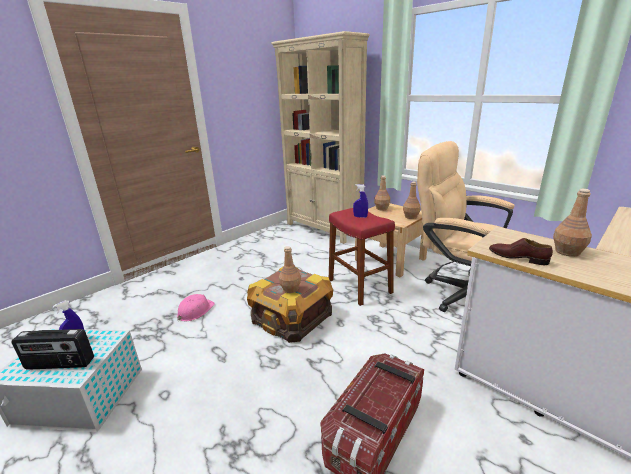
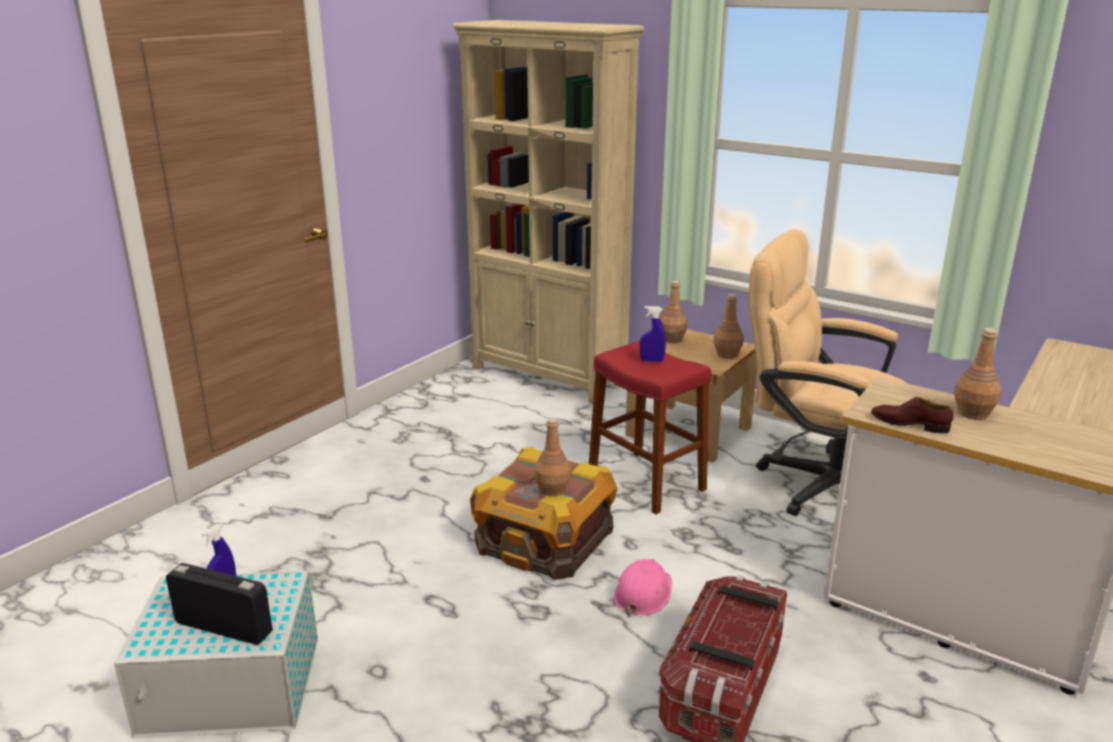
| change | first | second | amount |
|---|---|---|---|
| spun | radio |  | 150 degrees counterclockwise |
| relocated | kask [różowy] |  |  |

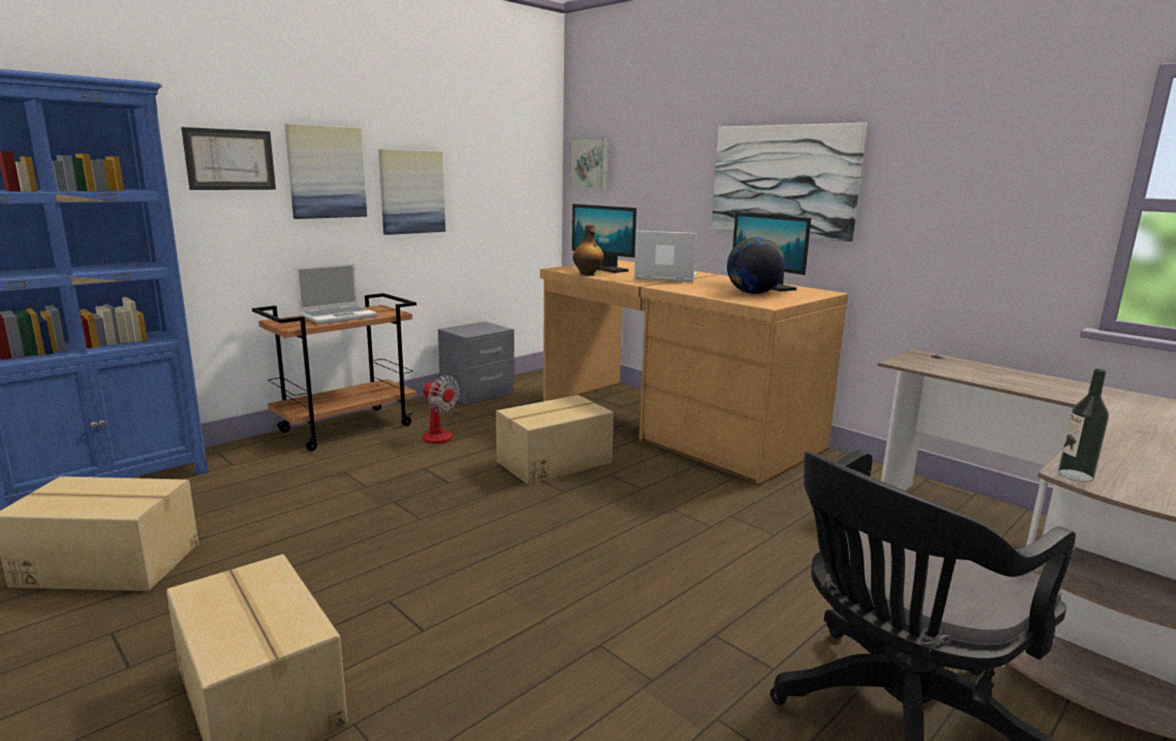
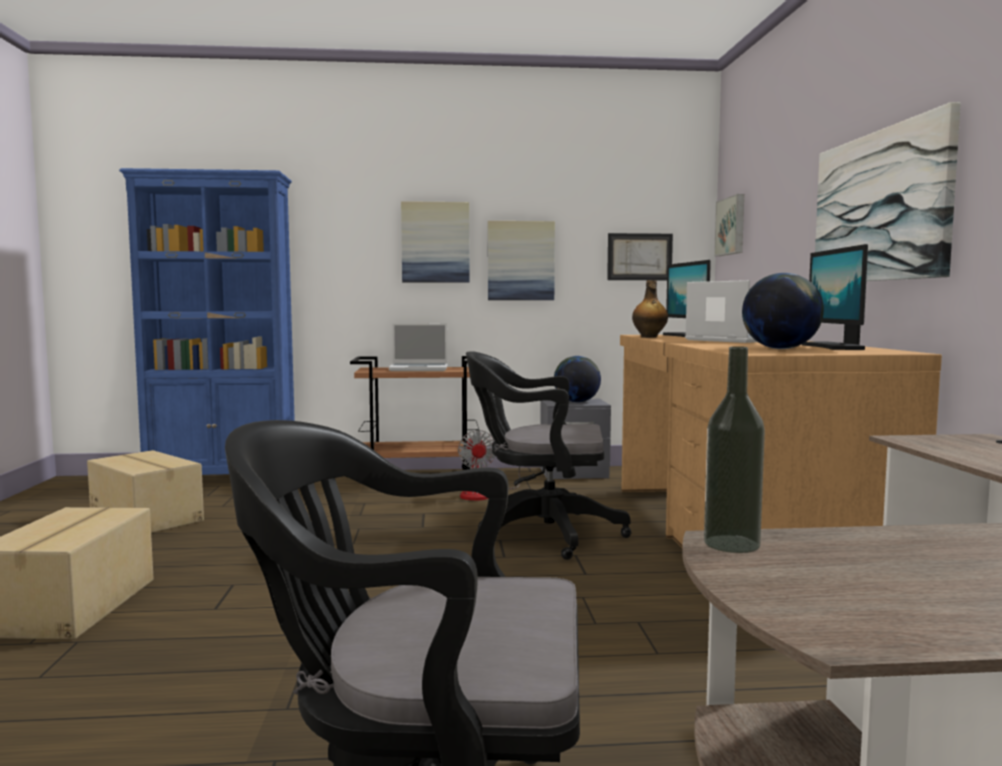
| change | first | second | amount |
|---|---|---|---|
| relocated | obraz (no. 1 from left in the first image) | obraz (no. 3 from left) |  |
| exchanged | karton (no. 3 from left) | krzesło biurowe [czarny] (no. 2 from left) |  |
| appeared |  | globus (no. 1 from left) |  |

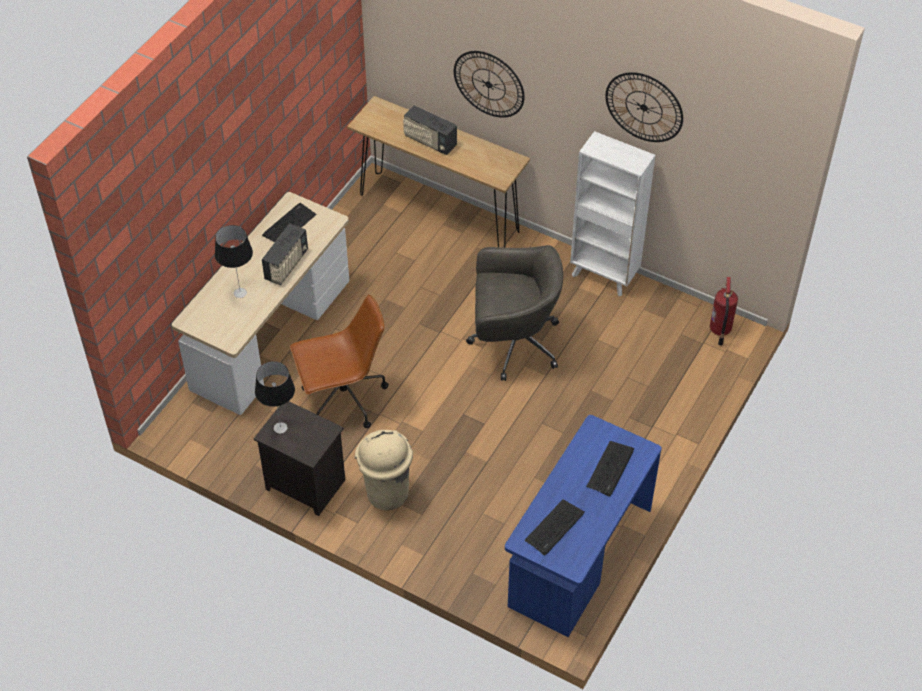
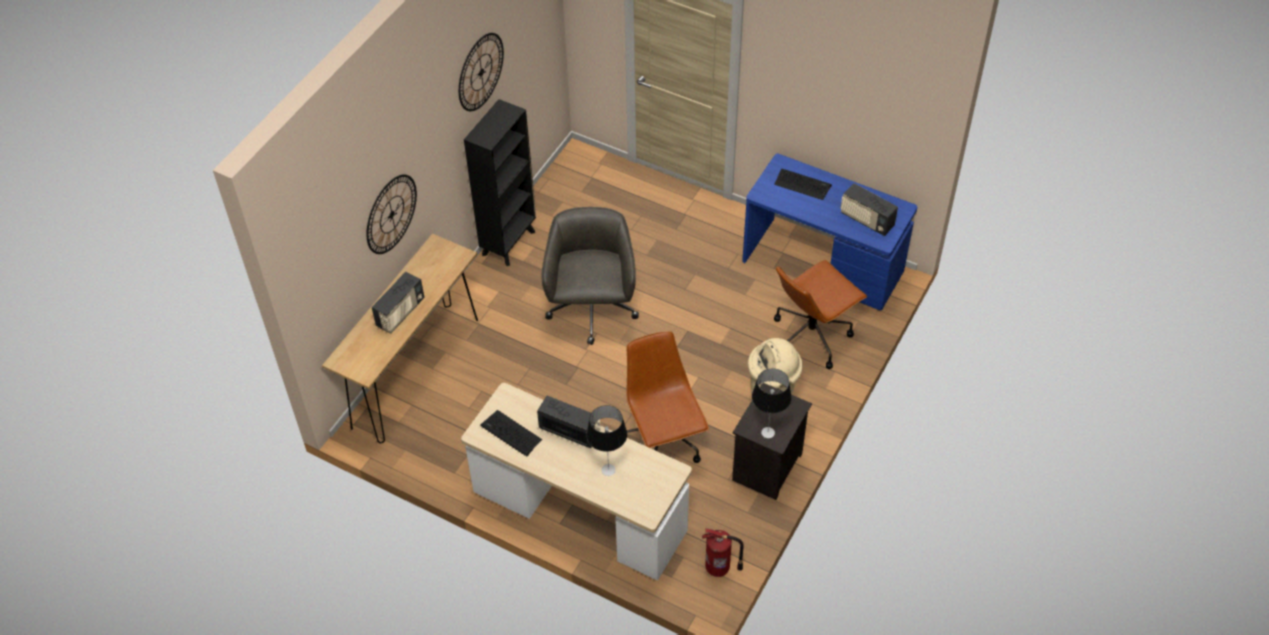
| change | first | second | amount |
|---|---|---|---|
| exchanged | klawiatura (no. 2 from left) | radio (no. 3 from left) |  |
| colour | regał [biały] | regał [czarny] |  |
| relocated | gaśnica |  |  |
| appeared |  | krzesło biurowe [brązowy] (no. 2 from left) |  |

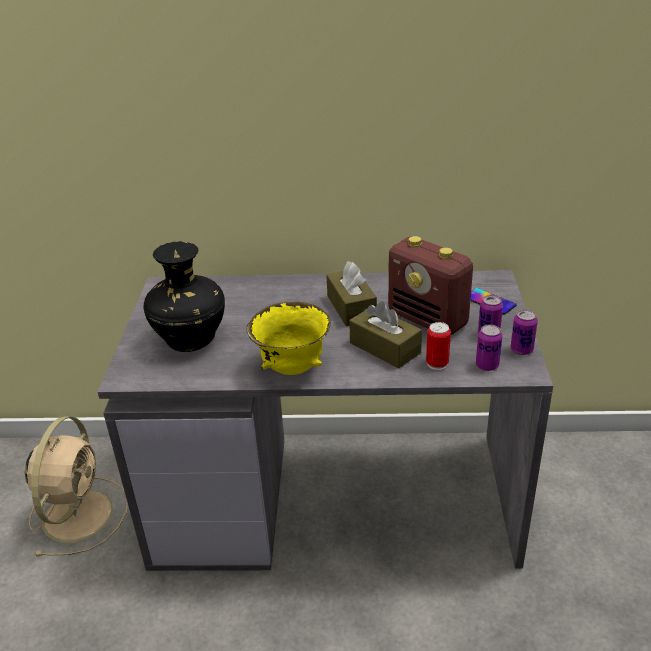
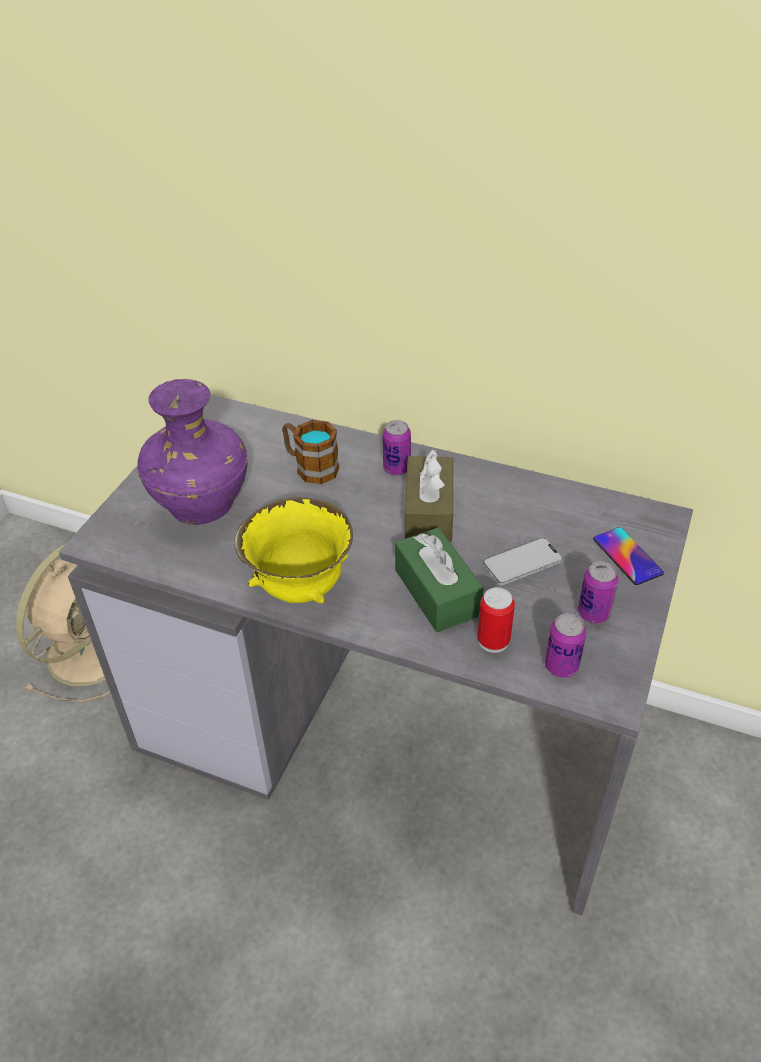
| change | first | second | amount |
|---|---|---|---|
| colour | wazon [czarny] | wazon [fioletowy] |  |
| colour | pudełko chusteczek [brązowy] (no. 2 from left) | pudełko chusteczek [zielony] |  |
| exchanged | radio | telefon (no. 1 from left) |  |
| relocated | puszka (no. 4 from left in the first image) | puszka (no. 1 from left) |  |
| appeared |  | kubek |  |

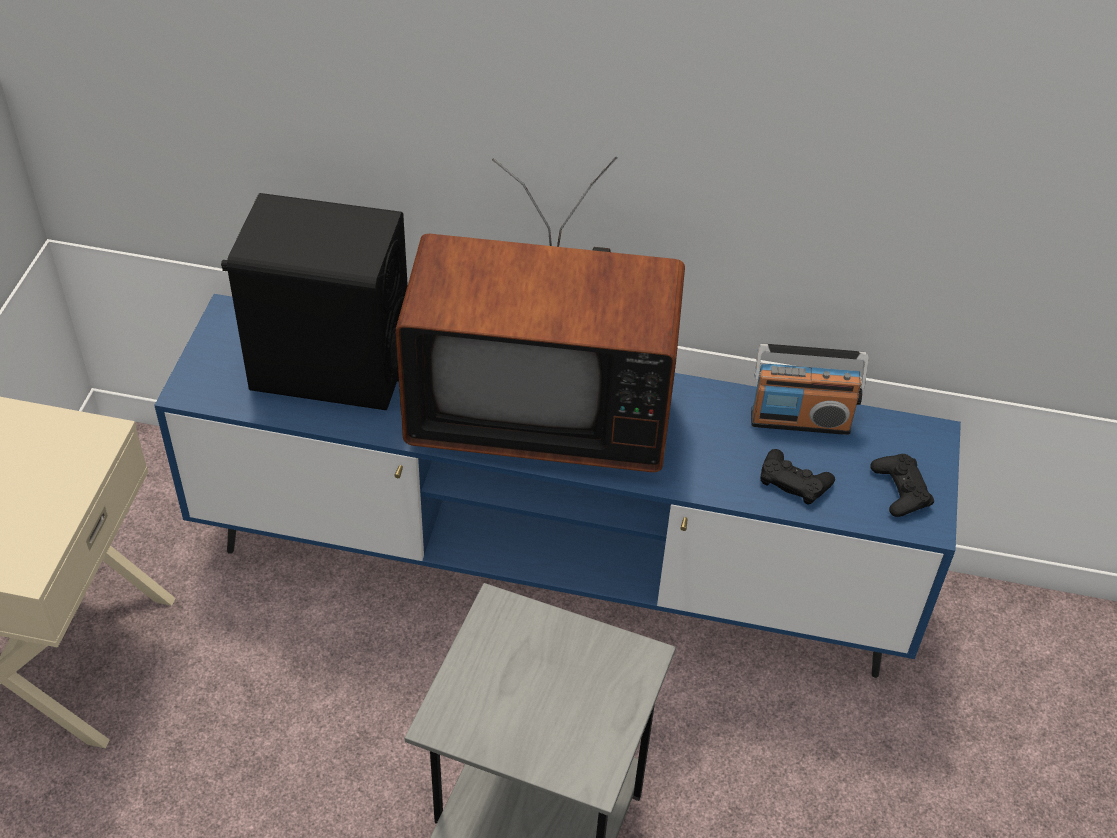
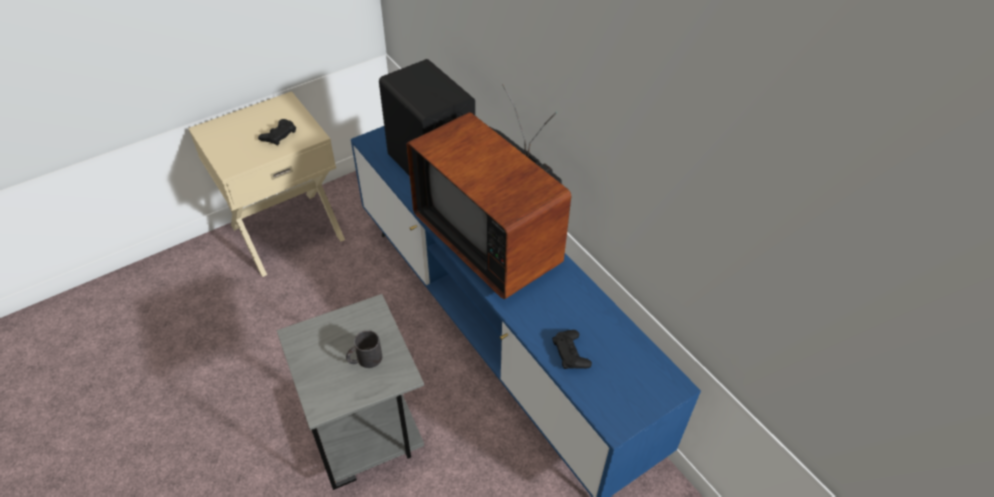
| change | first | second | amount |
|---|---|---|---|
| missing | radio |  |  |
| relocated | pad do gier [czarny] (no. 2 from left in the first image) | pad do gier [czarny] (no. 1 from left) |  |
| appeared |  | kubek [czarny] |  |

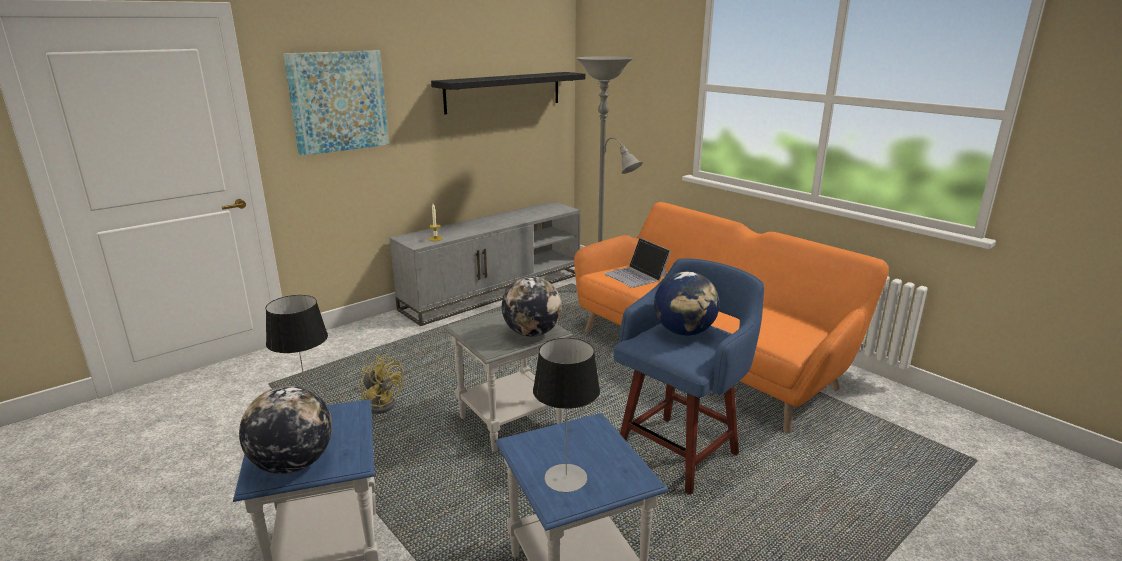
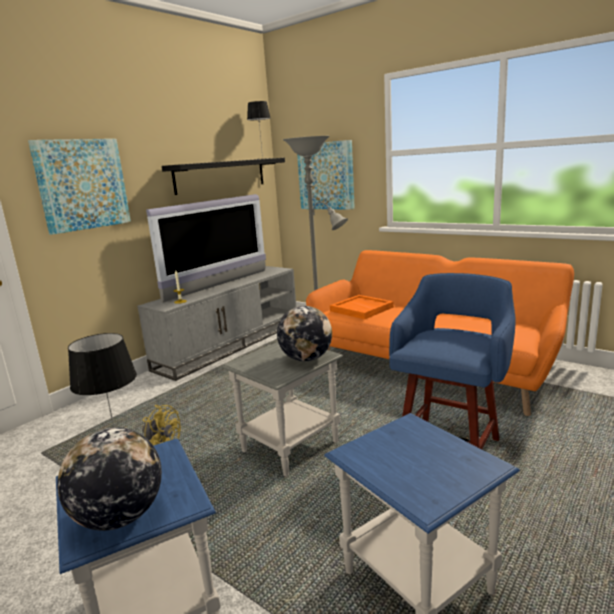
| change | first | second | amount |
|---|---|---|---|
| relocated | lampa stołowa (no. 2 from left) |  |  |
| exchanged | laptop | taca [pomarańczowy] |  |
| missing | globus (no. 3 from left) |  |  |
| appeared |  | telewizor |  |
| appeared |  | obraz (no. 2 from left) |  |

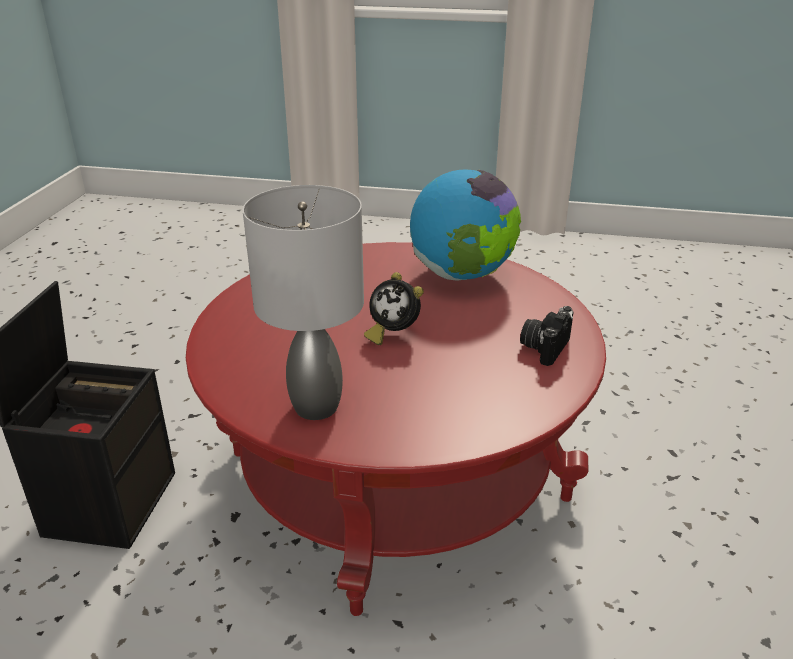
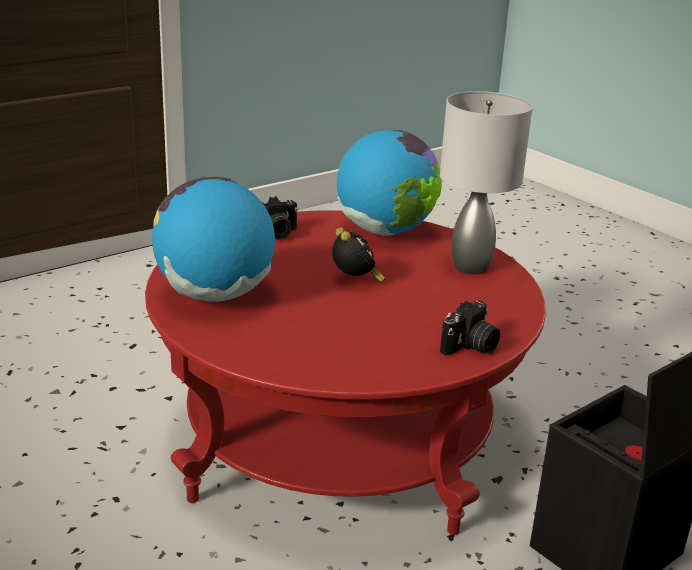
| change | first | second | amount |
|---|---|---|---|
| appeared |  | globus (no. 2 from left) |  |
| appeared |  | aparat fotograficzny (no. 2 from left) |  |

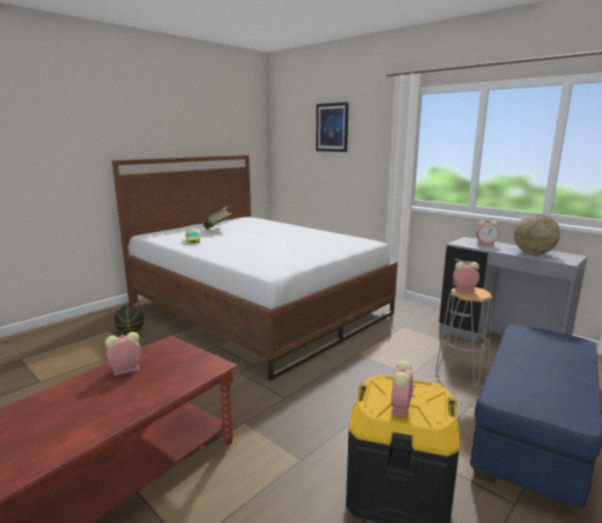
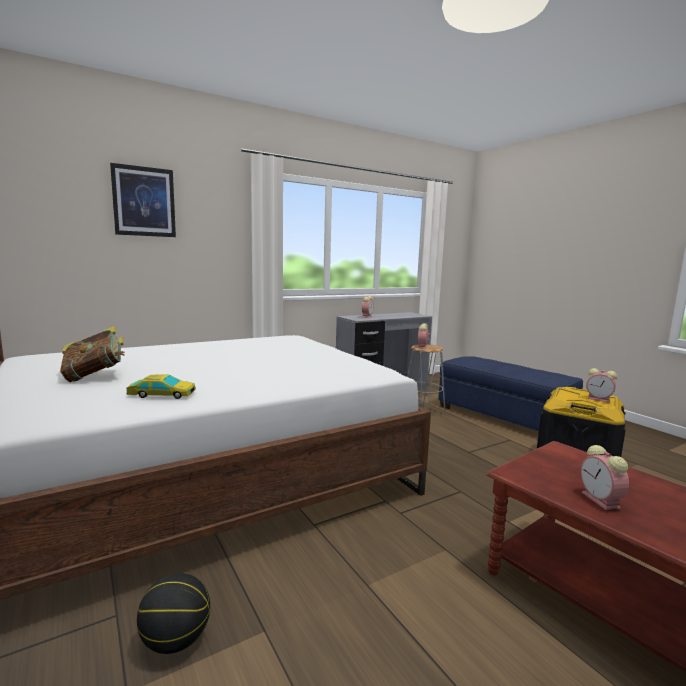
| change | first | second | amount |
|---|---|---|---|
| missing | globus |  |  |

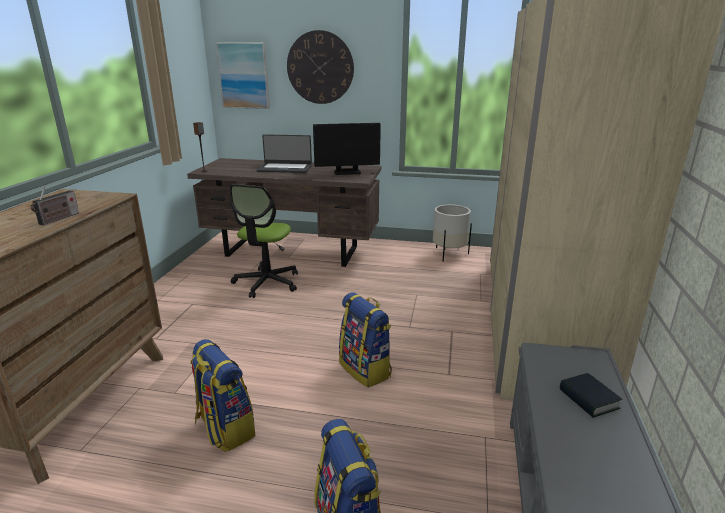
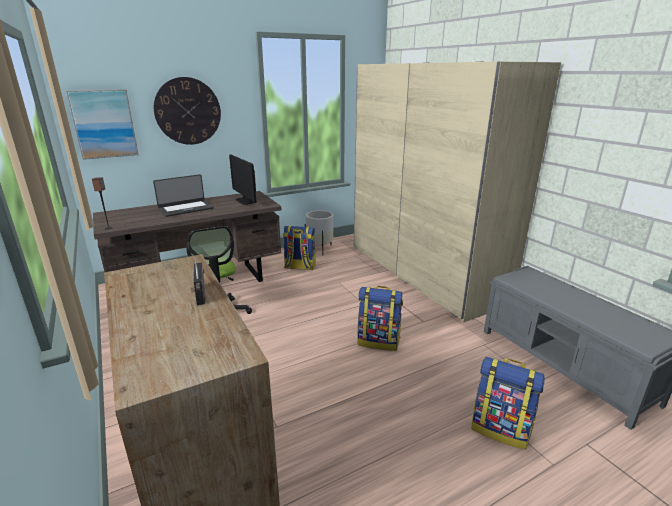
| change | first | second | amount |
|---|---|---|---|
| relocated | plecak (no. 1 from left) |  |  |
| spun | monitor |  | 105 degrees clockwise |
| missing | książka |  |  |

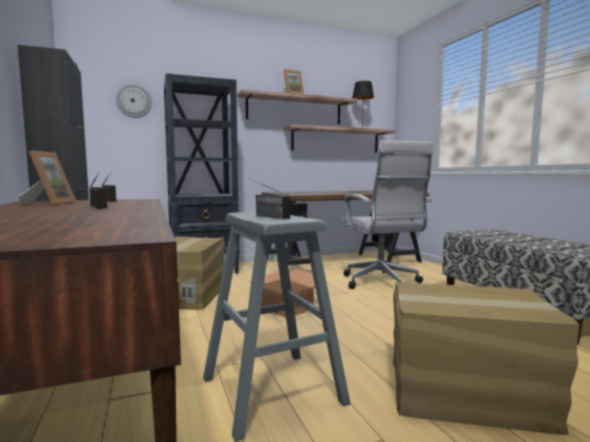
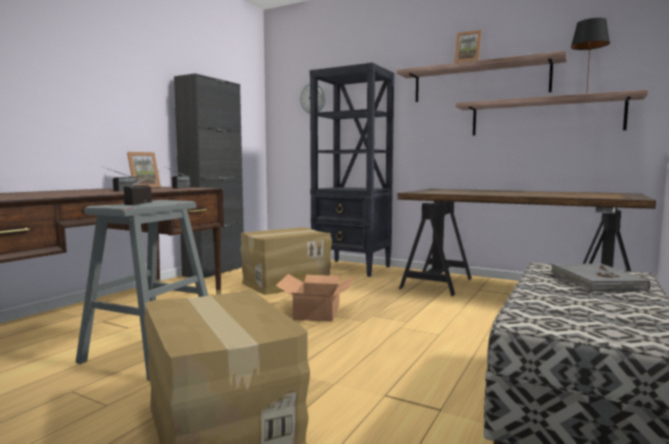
| change | first | second | amount |
|---|---|---|---|
| missing | krzesło biurowe [biały] |  |  |
| appeared |  | książka [szary] |  |

